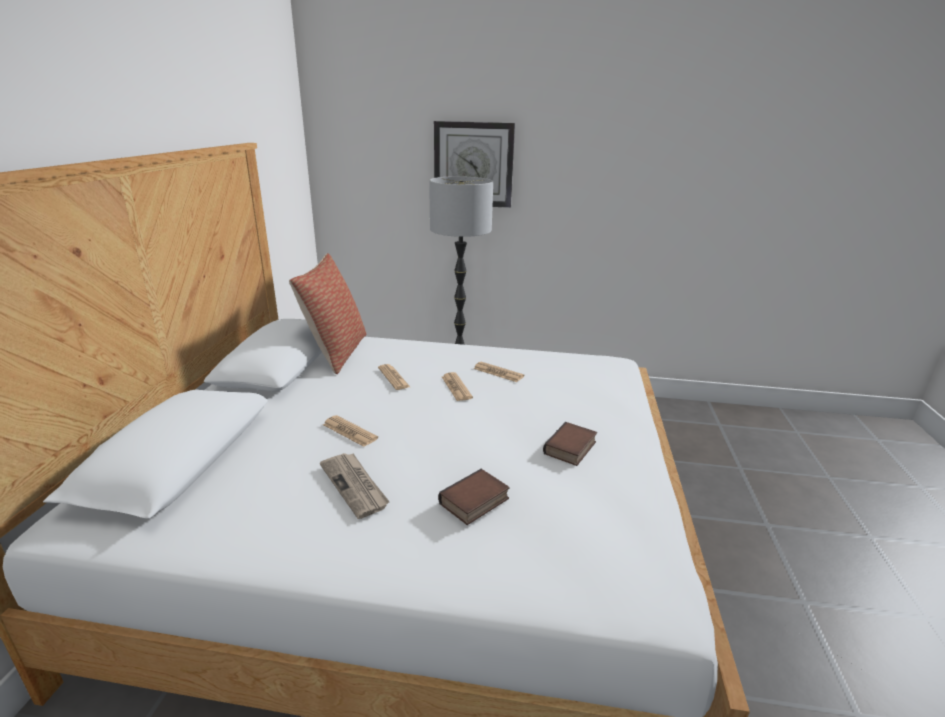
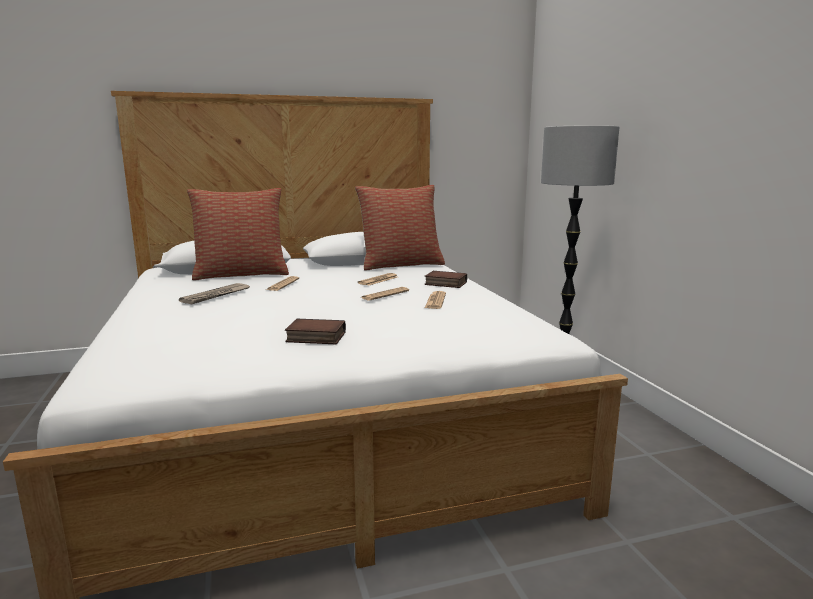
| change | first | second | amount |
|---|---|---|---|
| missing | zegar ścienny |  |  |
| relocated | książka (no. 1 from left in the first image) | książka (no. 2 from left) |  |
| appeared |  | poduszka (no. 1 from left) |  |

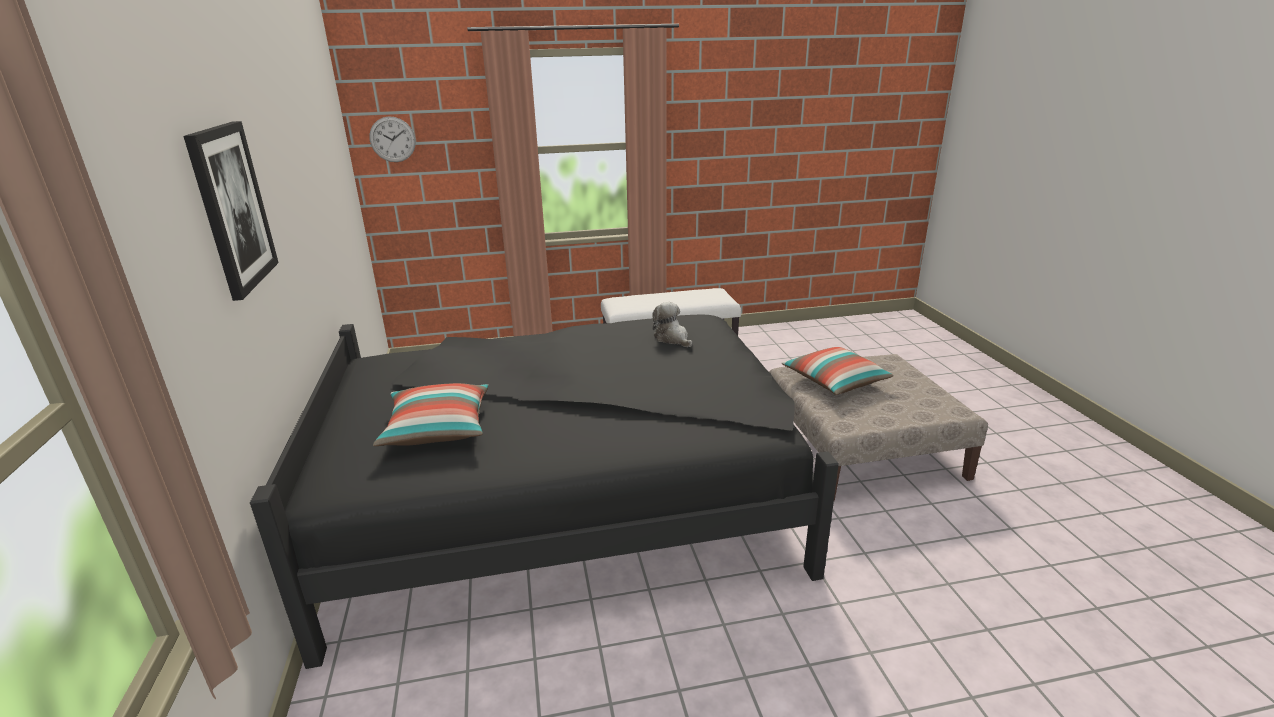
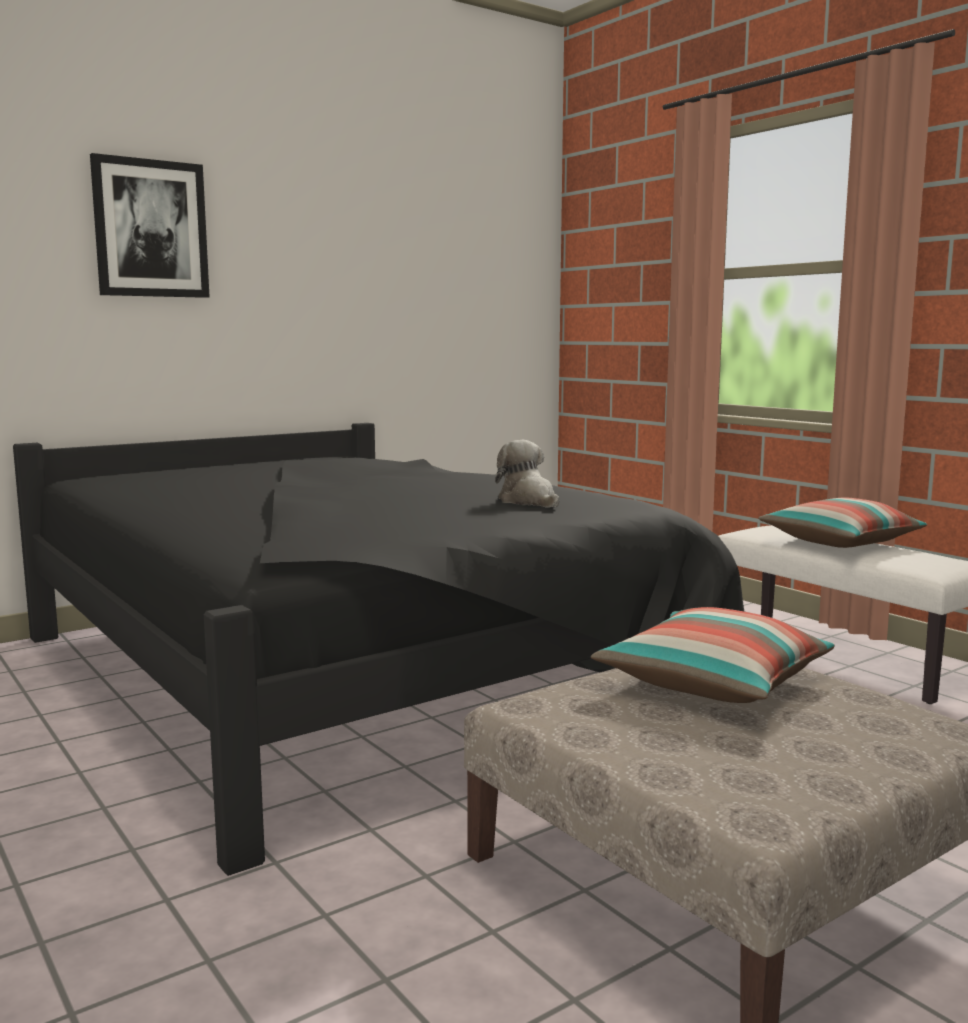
| change | first | second | amount |
|---|---|---|---|
| missing | zegar ścienny |  |  |
| relocated | poduszka (no. 1 from left in the first image) | poduszka (no. 2 from left) |  |
| spun | pluszak |  | 60 degrees counterclockwise |

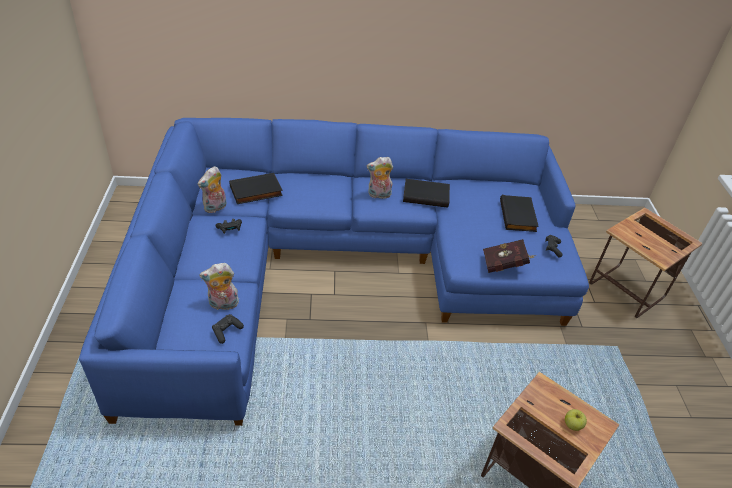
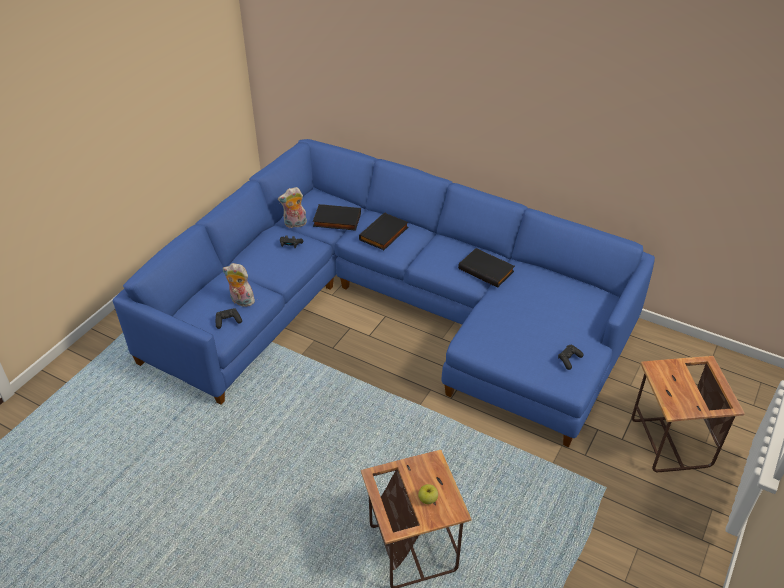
| change | first | second | amount |
|---|---|---|---|
| missing | pluszak (no. 3 from left) |  |  |
| missing | książka [czerwony] |  |  |
| relocated | książka [czarny] (no. 3 from left in the first image) | książka [czarny] (no. 2 from left) |  |

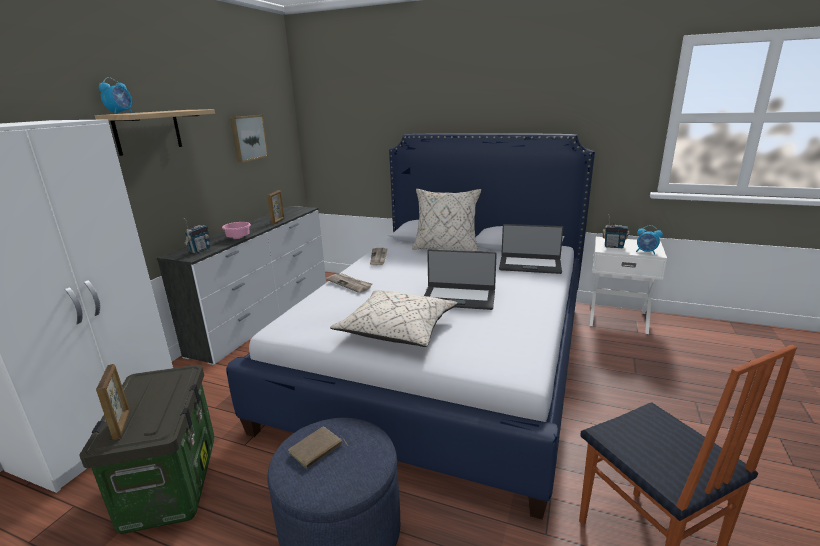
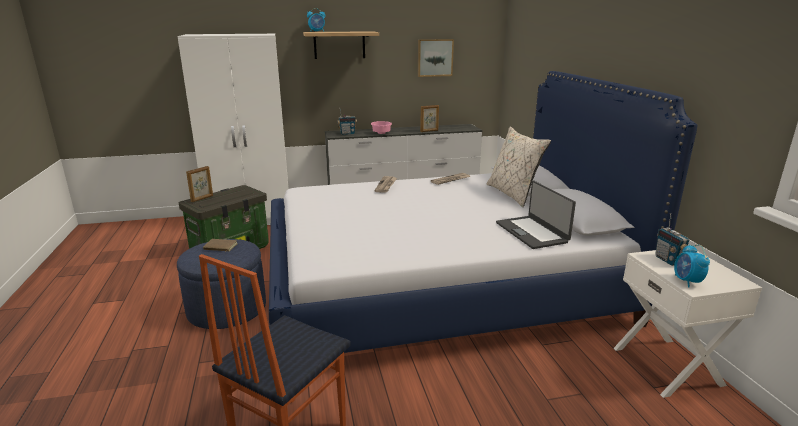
| change | first | second | amount |
|---|---|---|---|
| missing | poduszka [beżowy] (no. 1 from left) |  |  |
| missing | laptop (no. 1 from left) |  |  |

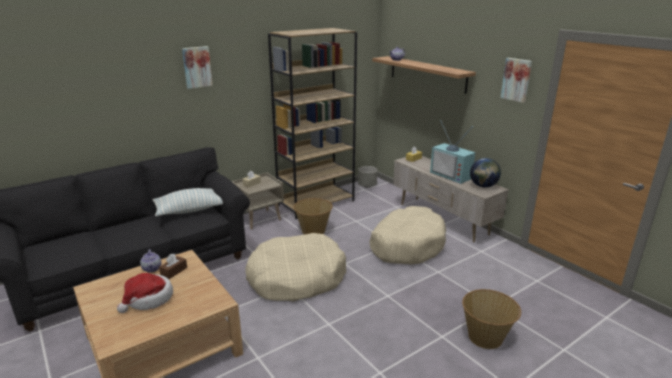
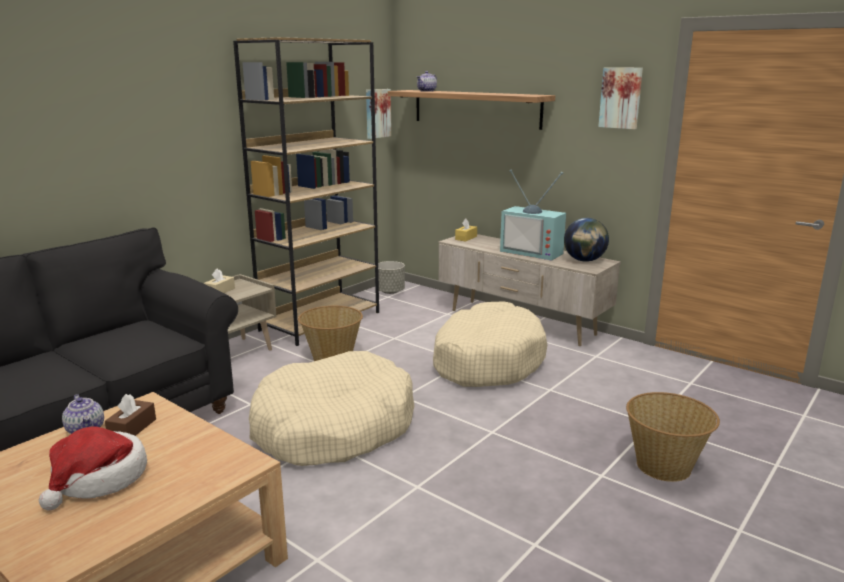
| change | first | second | amount |
|---|---|---|---|
| missing | poduszka |  |  |
| relocated | obraz (no. 1 from left) |  |  |

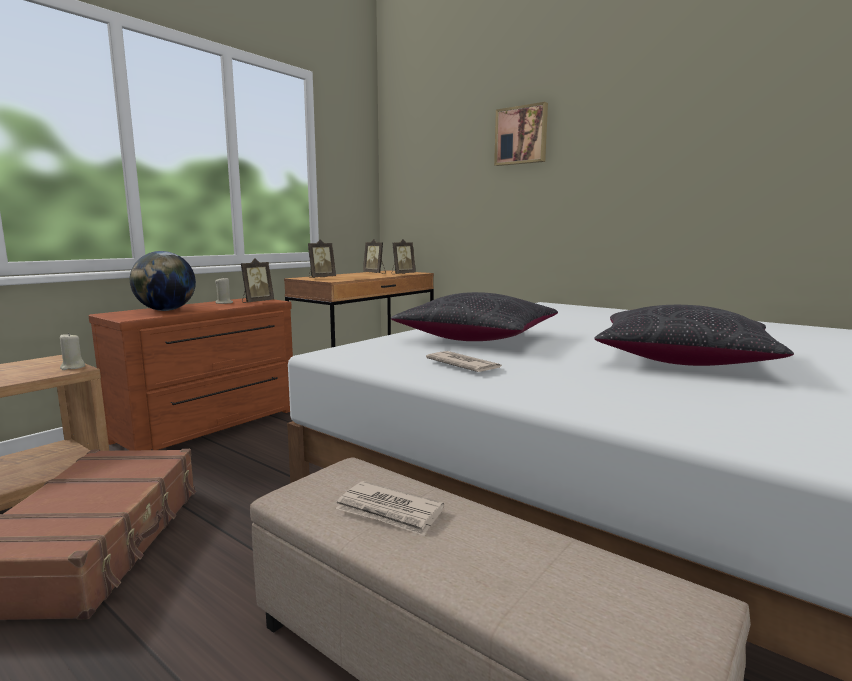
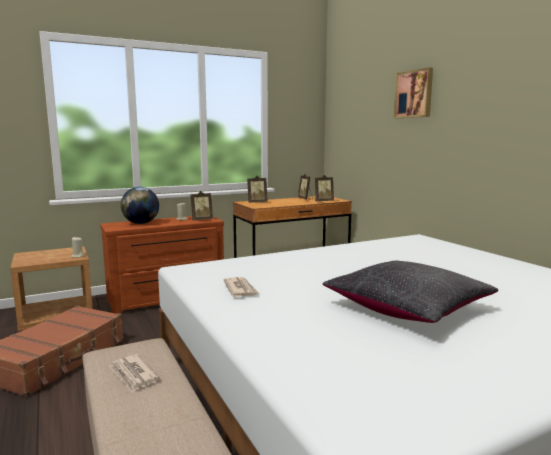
| change | first | second | amount |
|---|---|---|---|
| missing | poduszka [czarny] (no. 1 from left) |  |  |

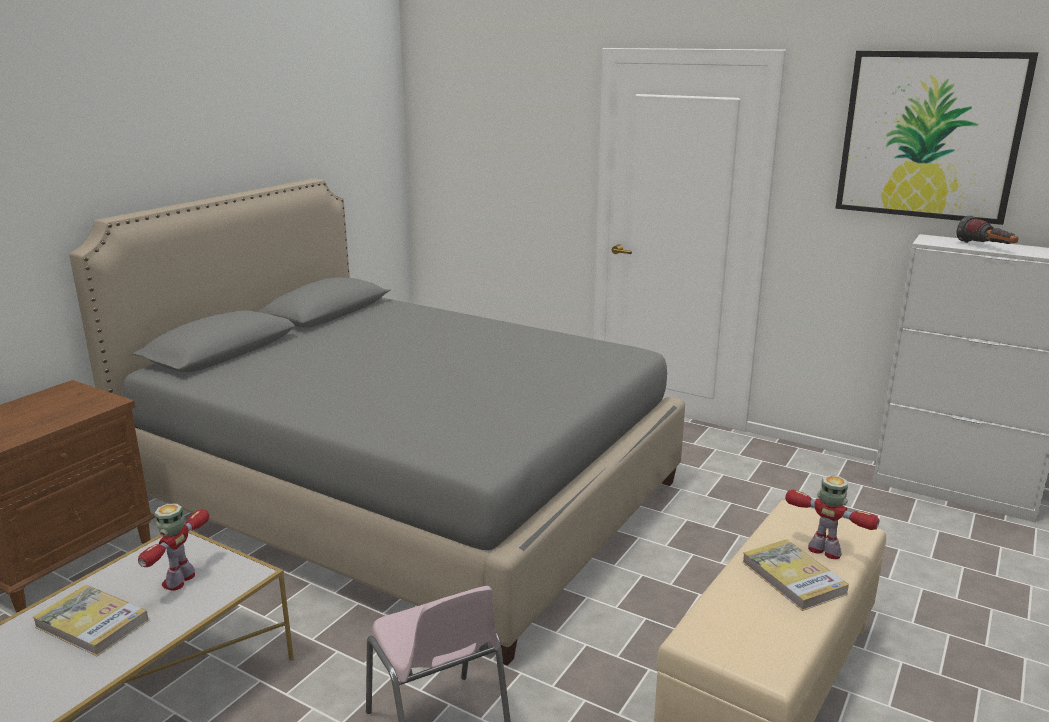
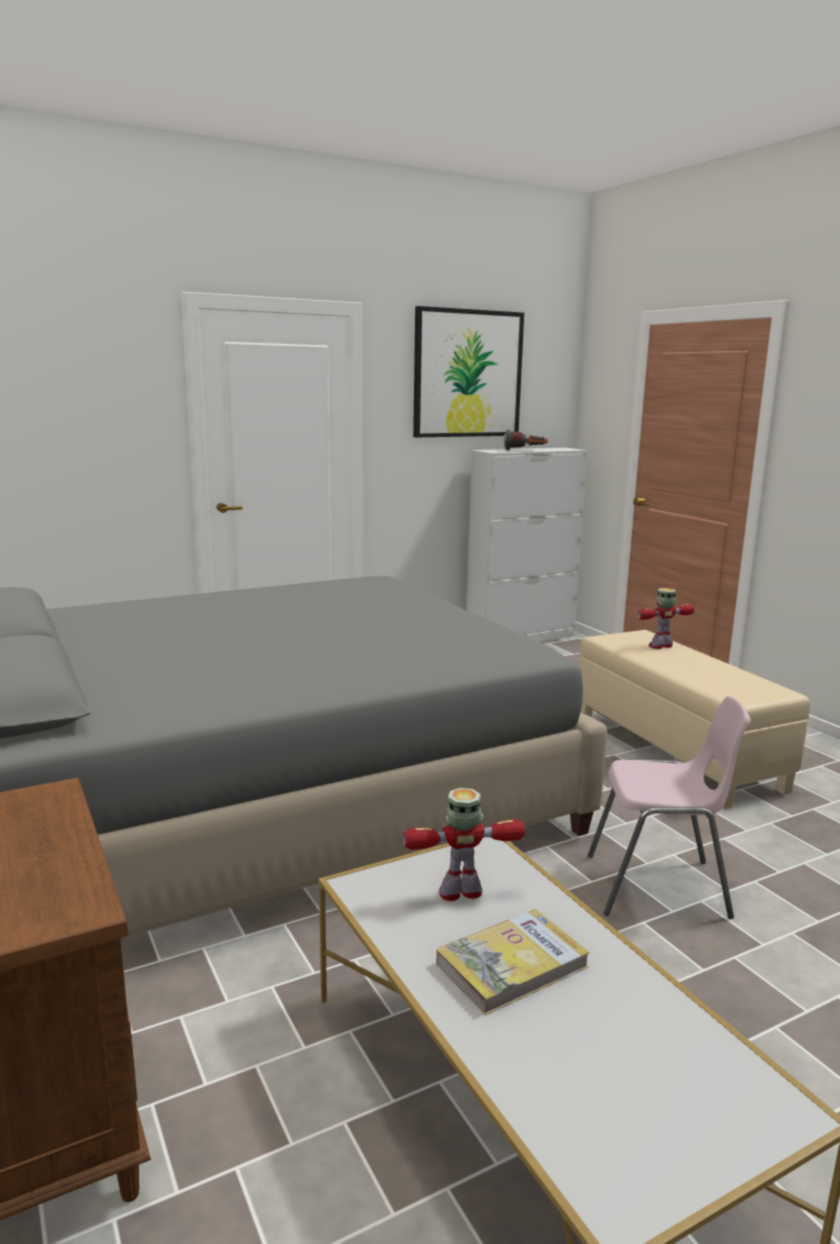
| change | first | second | amount |
|---|---|---|---|
| spun | robot zabawkowy (no. 1 from left) |  | 120 degrees clockwise |
| missing | książka (no. 2 from left) |  |  |

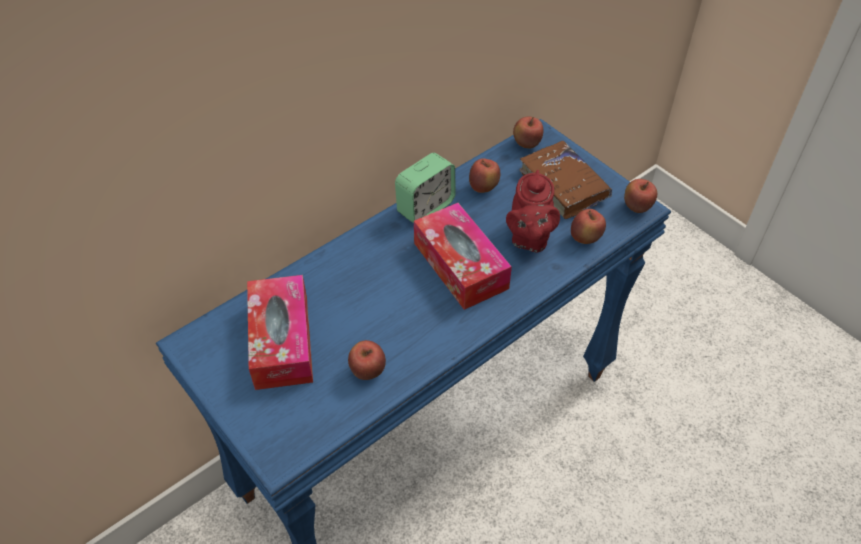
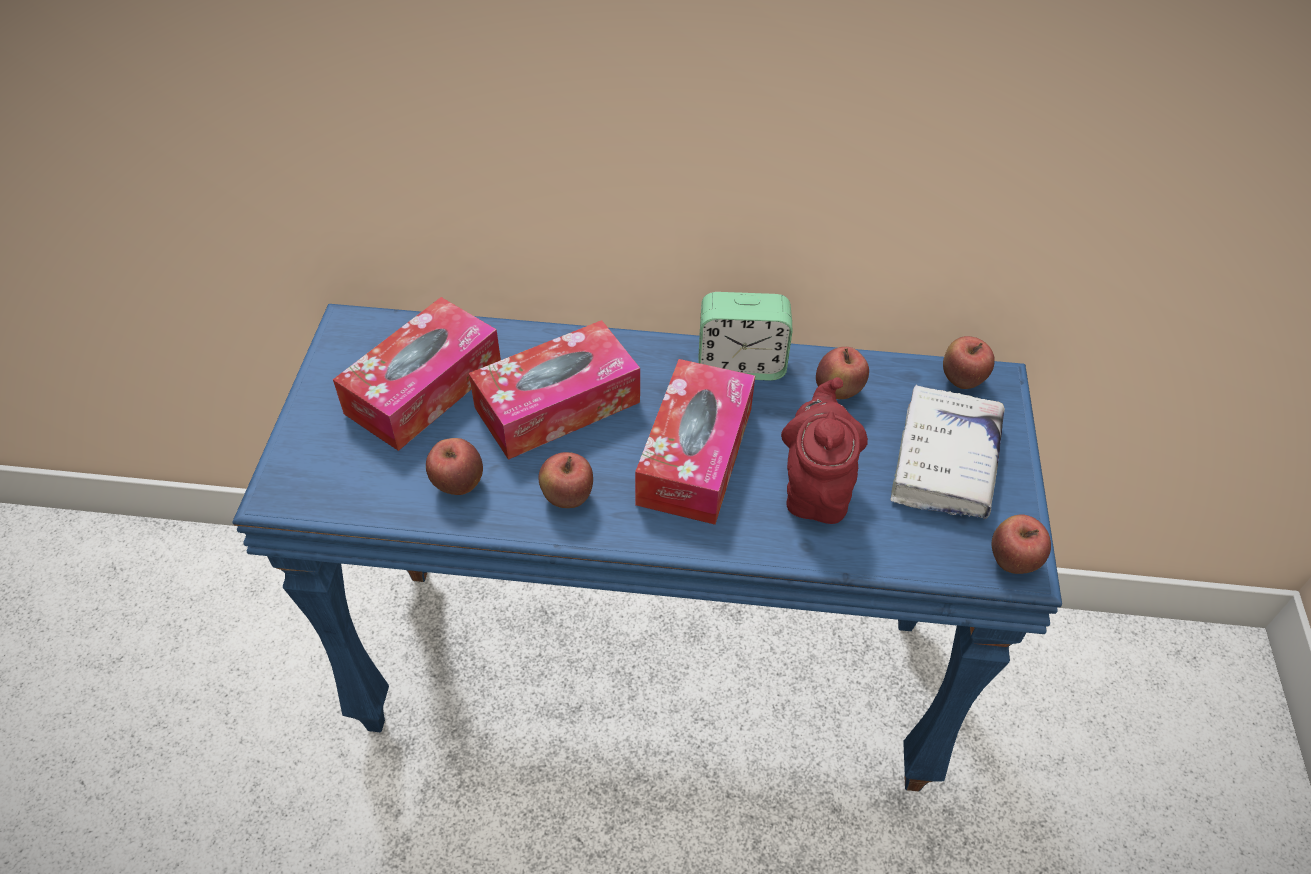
| change | first | second | amount |
|---|---|---|---|
| spun | imbryk [czerwony] |  | 135 degrees clockwise |
| colour | książka [brązowy] | książka [biały] |  |
| relocated | jabłko (no. 4 from left in the first image) | jabłko (no. 2 from left) |  |
| appeared |  | pudełko chusteczek (no. 2 from left) |  |

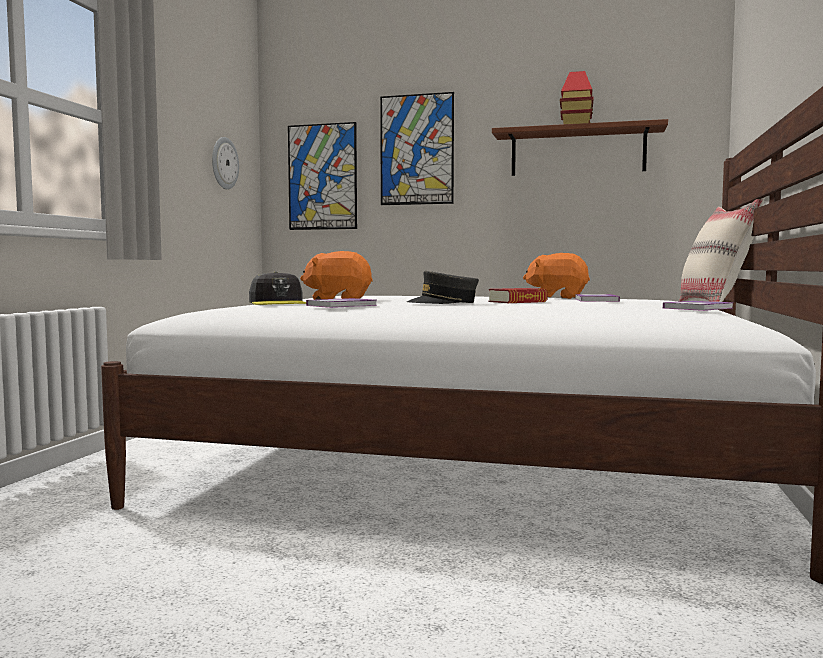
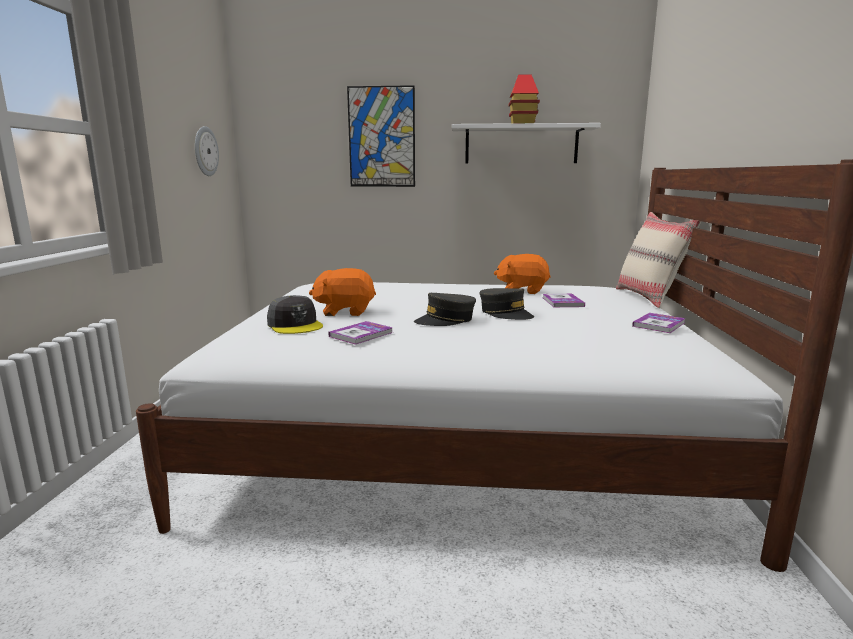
| change | first | second | amount |
|---|---|---|---|
| missing | obraz (no. 1 from left) |  |  |
| exchanged | książka (no. 2 from left) | czapka z daszkiem [szary] (no. 3 from left) |  |
| colour | półka [brązowy] | półka [biały] |  |

